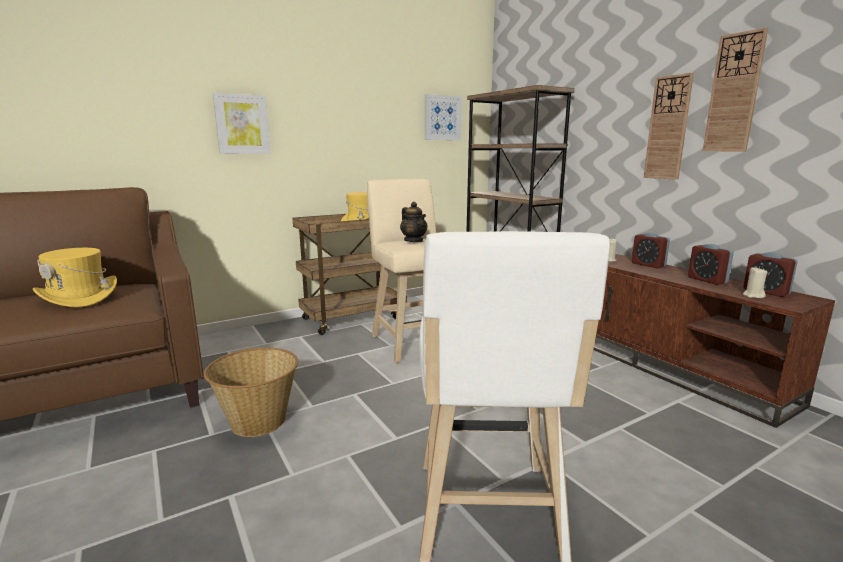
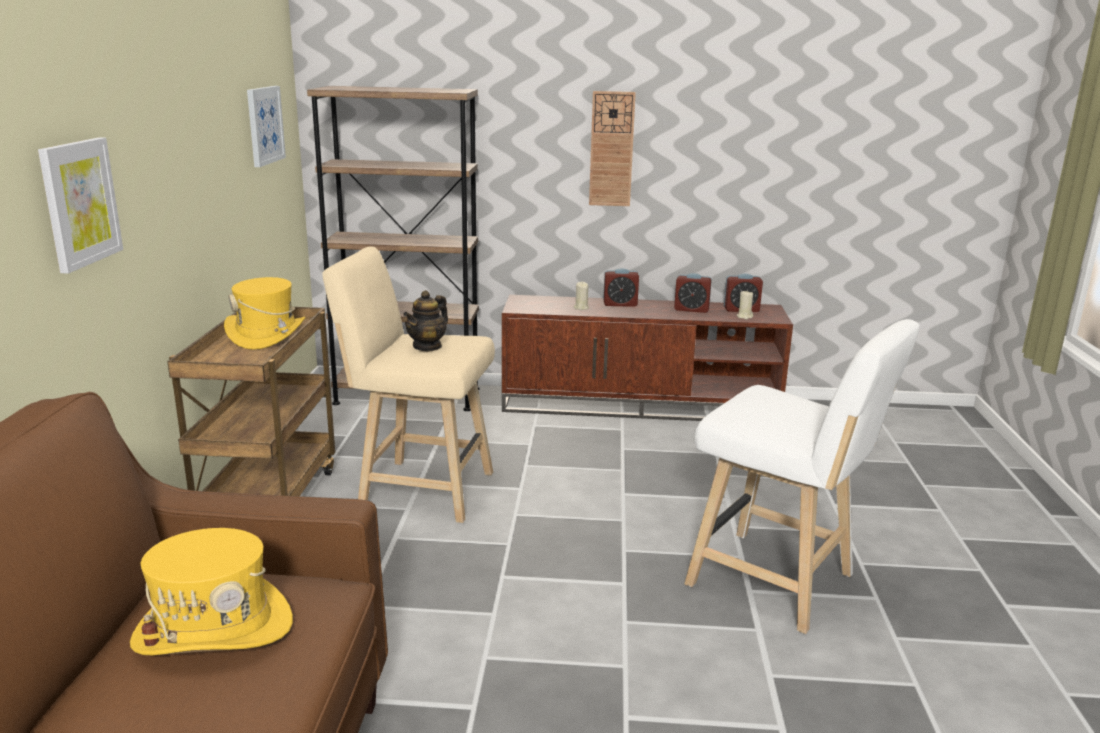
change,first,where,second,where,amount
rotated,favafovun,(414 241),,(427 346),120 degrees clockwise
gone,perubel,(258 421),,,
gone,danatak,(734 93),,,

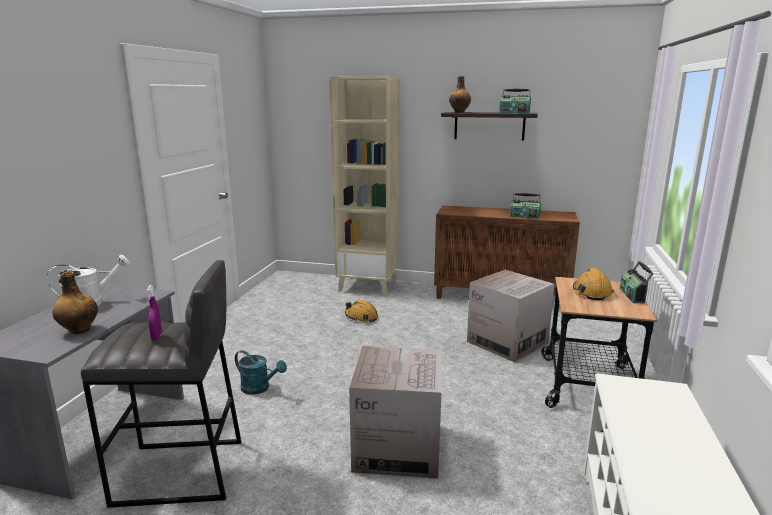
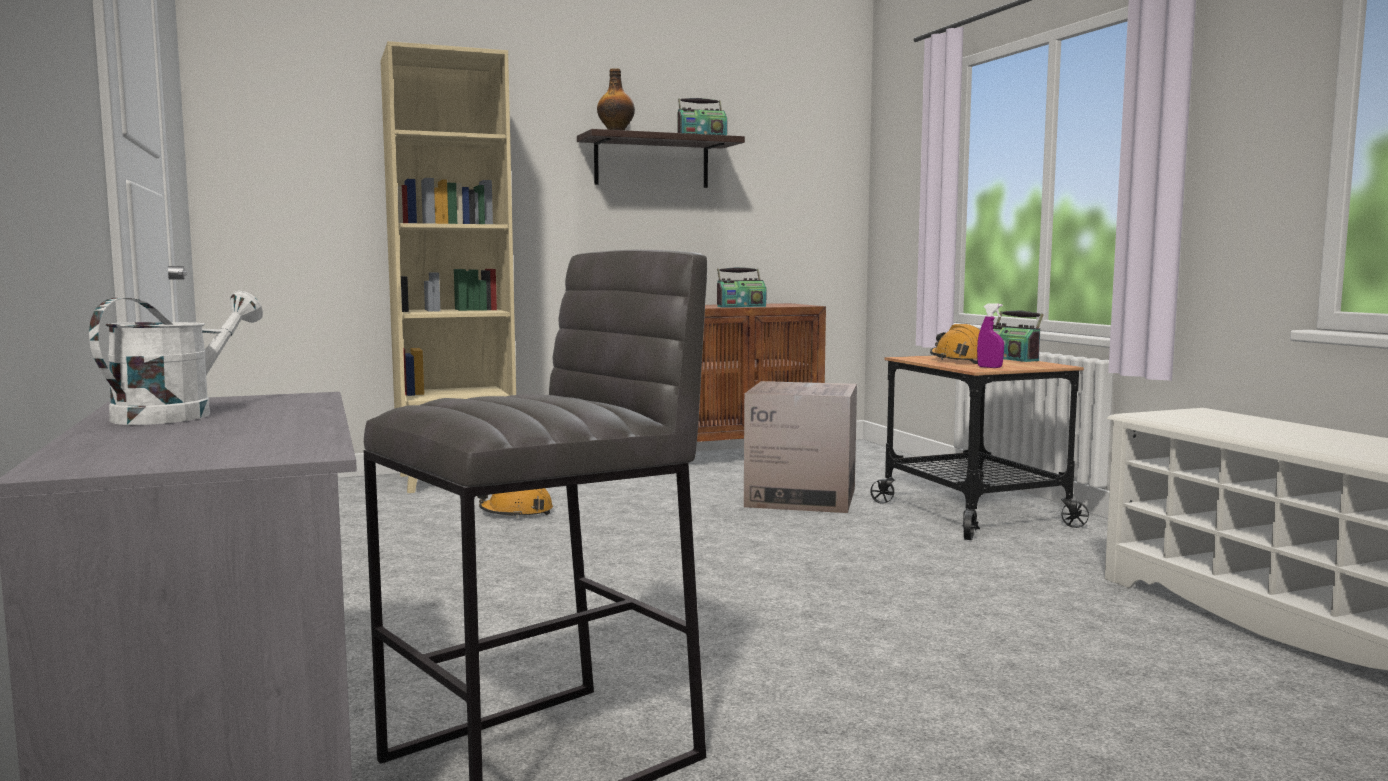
change,first,where,second,where,amount
shifted,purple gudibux,(156 336),,(989 367),
gone,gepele,(79 330),,,
gone,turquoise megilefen,(259 388),,,
gone,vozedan,(398 447),,,

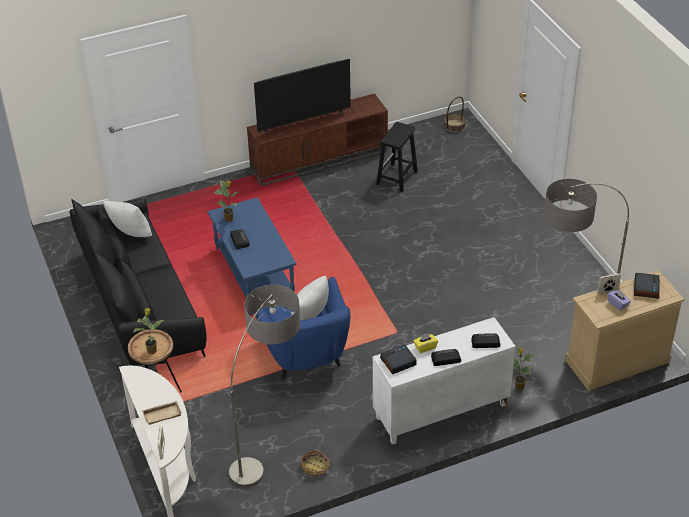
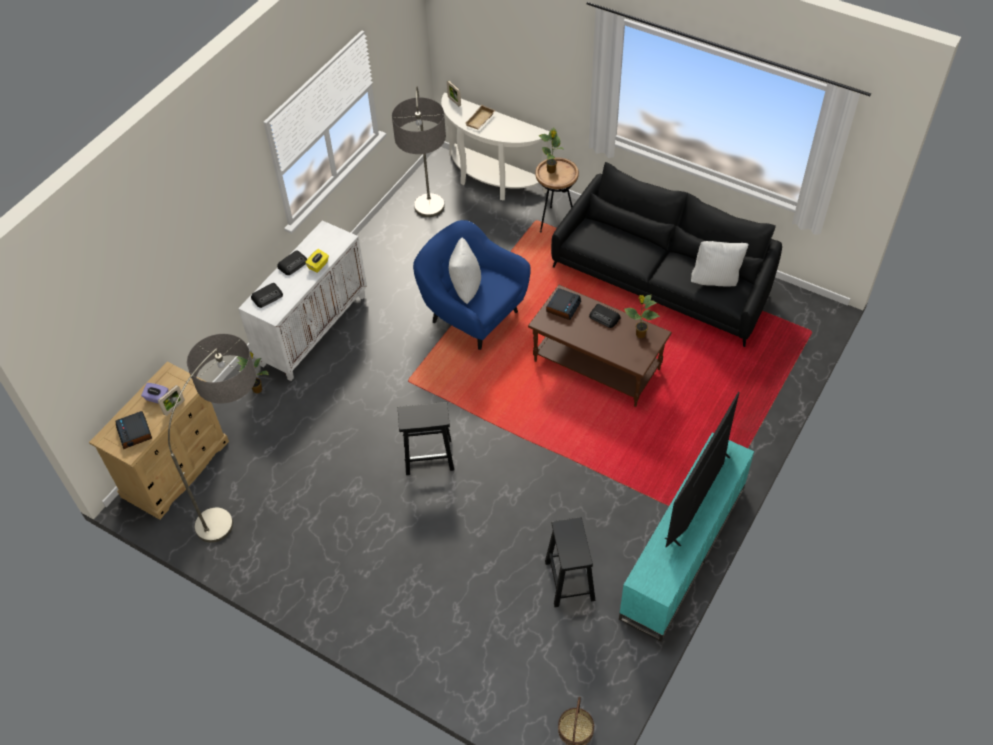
change,first,where,second,where,amount
new,,,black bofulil,(429 456),
repainted,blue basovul,(253 273),brown basovul,(597 364),
shifted,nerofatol,(398 362),,(563 306),
repainted,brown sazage,(319 159),turquoise sazage,(683 553),
gone,perubel,(315 467),,,

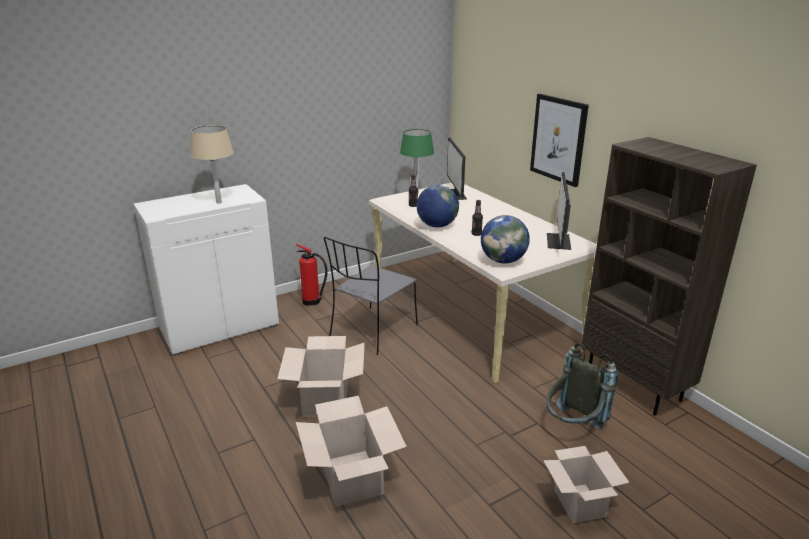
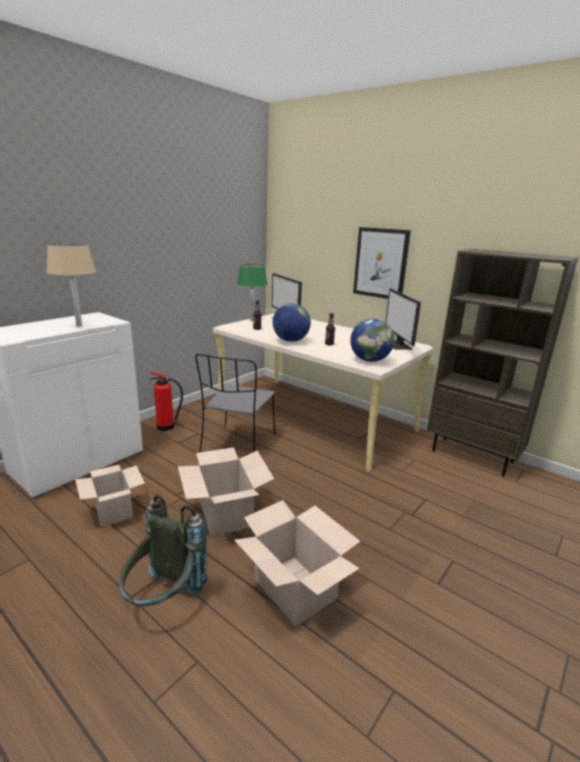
change,first,where,second,where,amount
shifted,vozedan,(581 504),,(115 512),
shifted,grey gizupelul,(572 427),,(163 600),

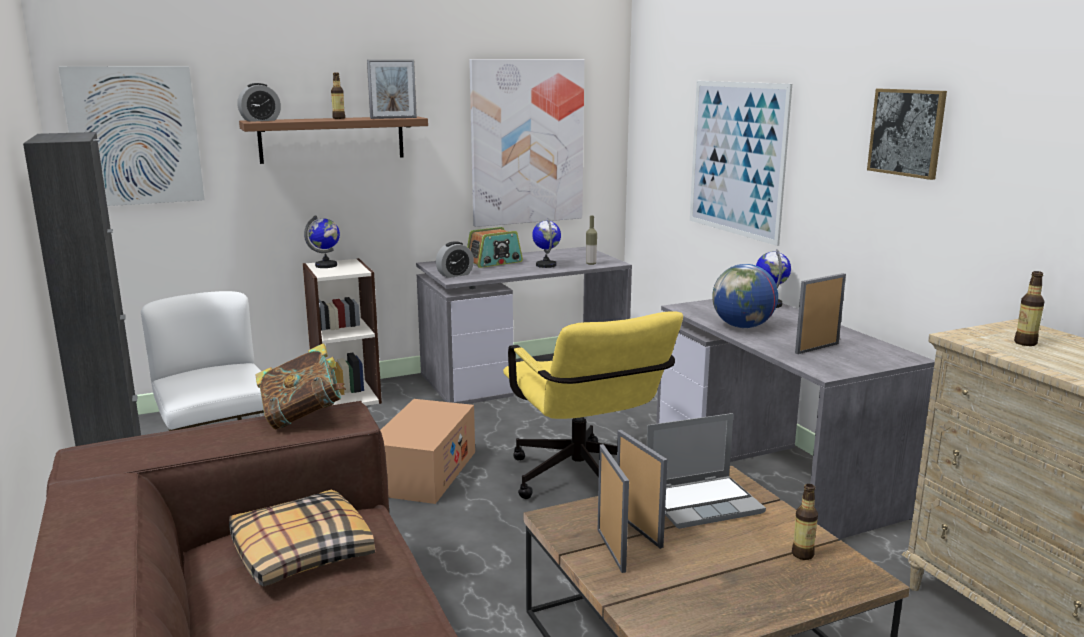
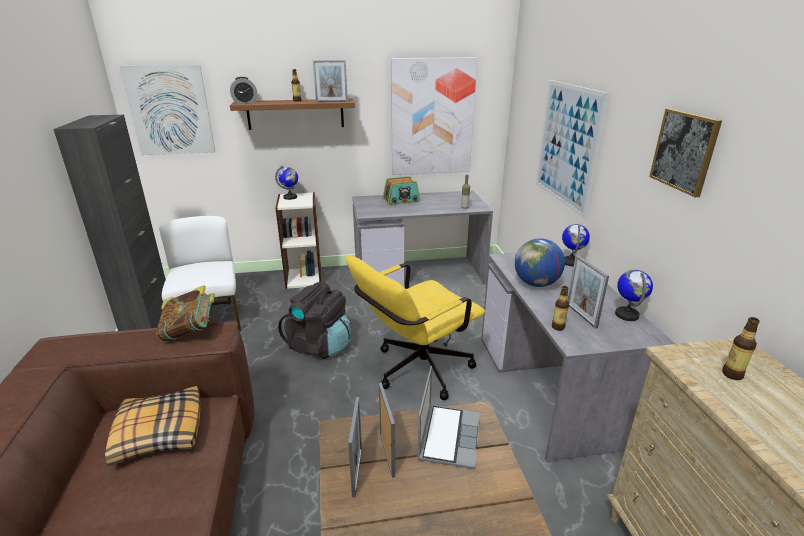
change,first,where,second,where,amount
swapped,vozedan,(424 472),black gizupelul,(319 346),
rotated,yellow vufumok,(584 482),,(415 371),60 degrees clockwise
rotated,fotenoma,(703 503),,(448 436),75 degrees counterclockwise
shifted,gepele,(802 554),,(558 327),
rotated,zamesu,(817 348),,(581 315),90 degrees counterclockwise
shifted,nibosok,(546 265),,(627 315),
gone,nerofatol,(455 275),,,

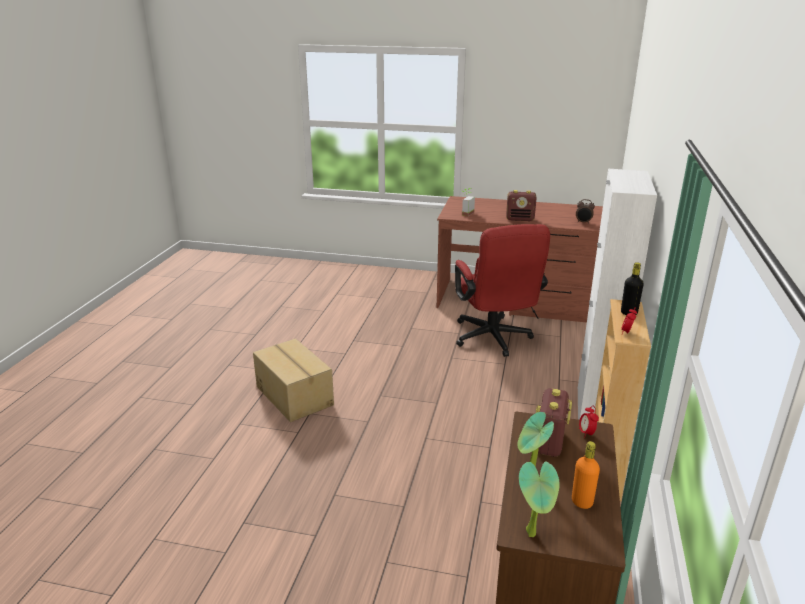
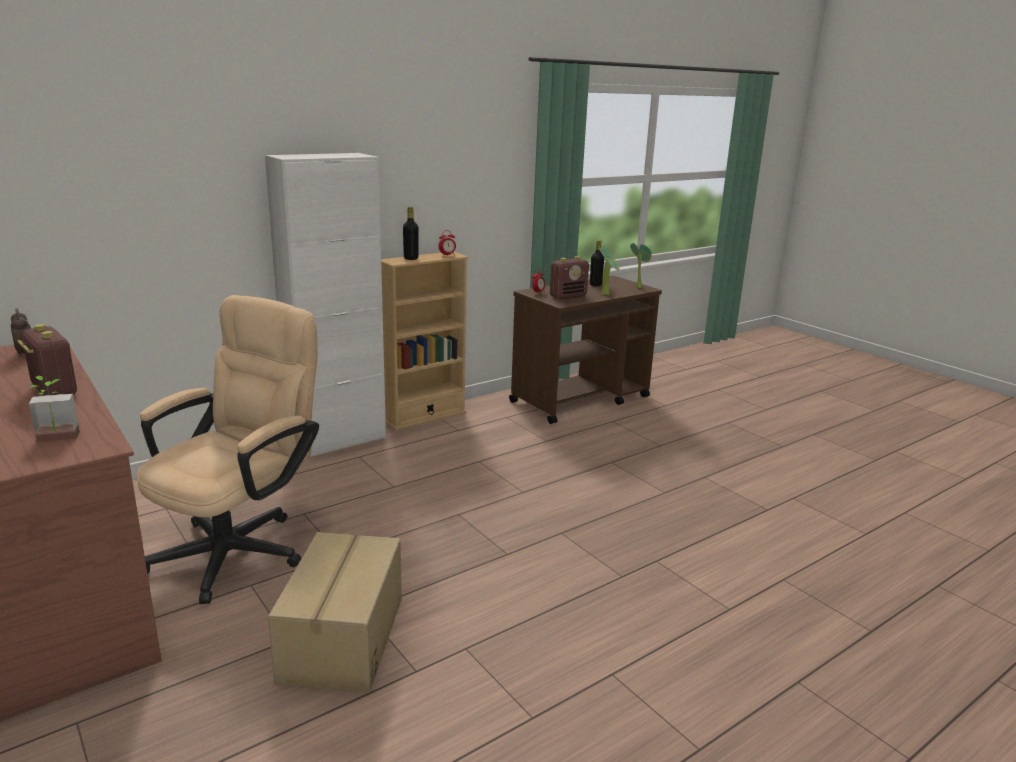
change,first,where,second,where,amount
repainted,red vufumok,(494 340),beige vufumok,(240 547),
shifted,vozedan,(295 395),,(341 639),
repainted,orange gepele,(582 502),black gepele,(595 285),

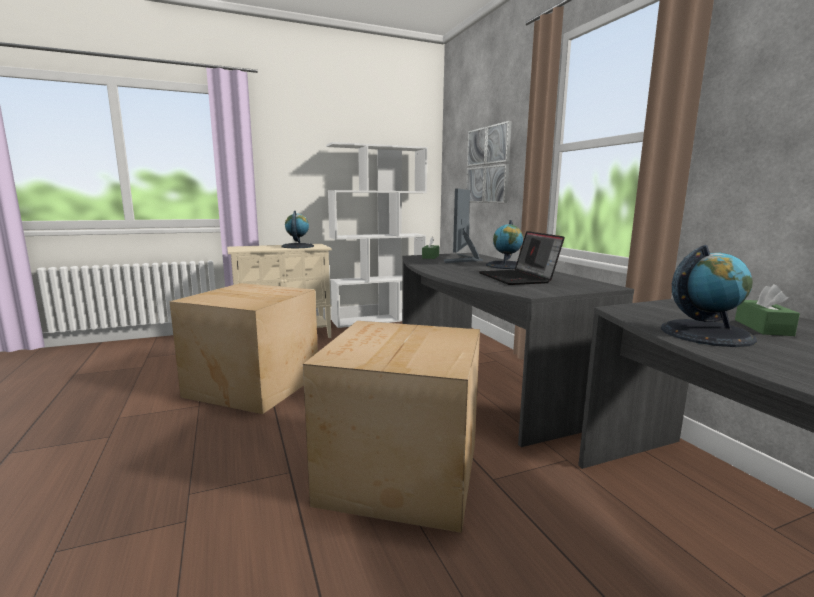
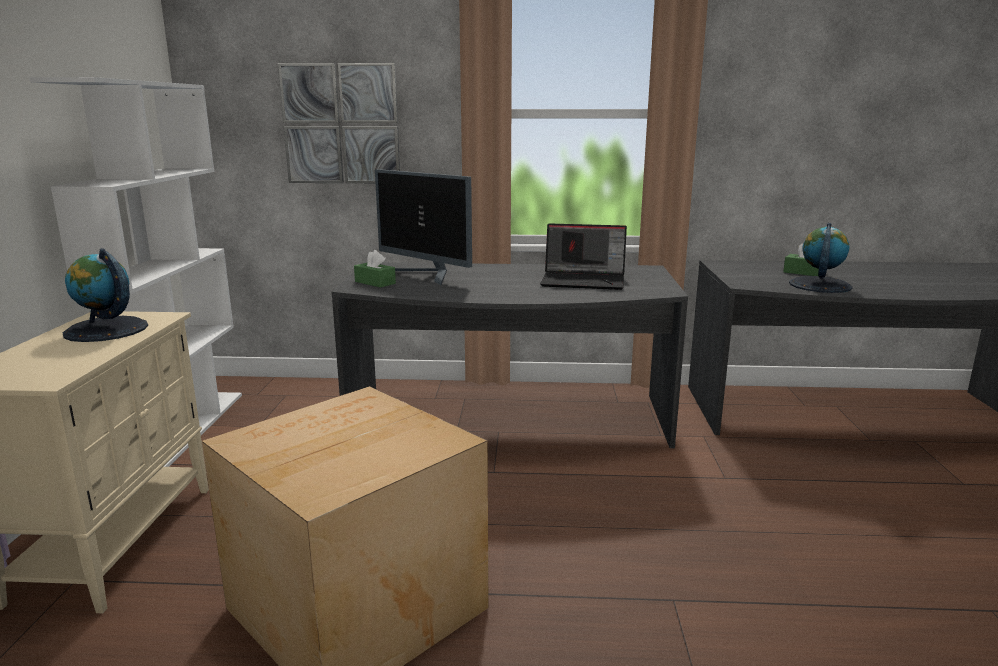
change,first,where,second,where,amount
gone,vozedan,(398 473),,,
gone,nibosok,(506 265),,,

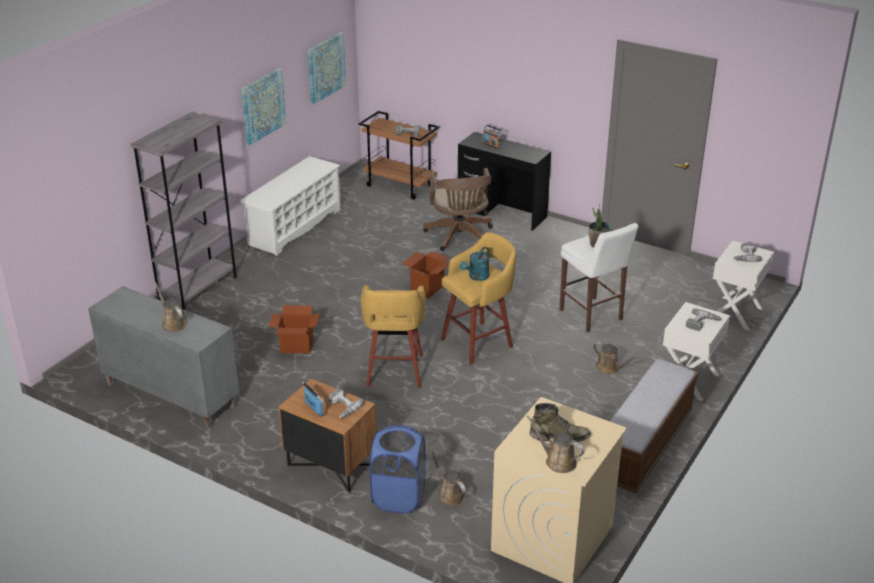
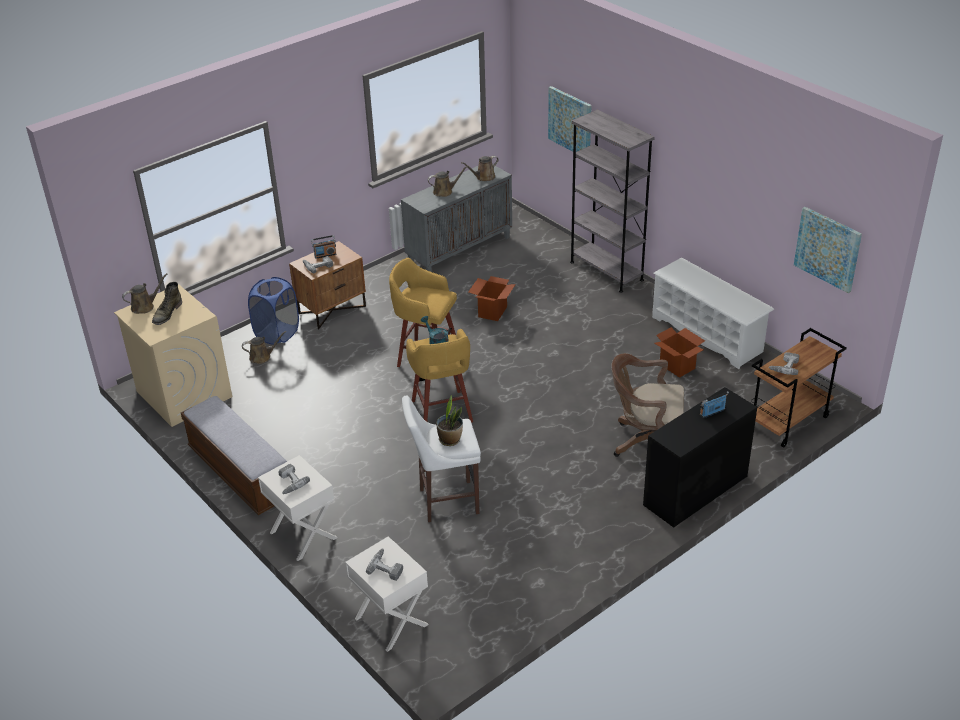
change,first,where,second,where,amount
shifted,brown megilefen,(609 368),,(483 177),
shifted,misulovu,(262 106),,(570 121),
shifted,vozedan,(427 288),,(677 366),

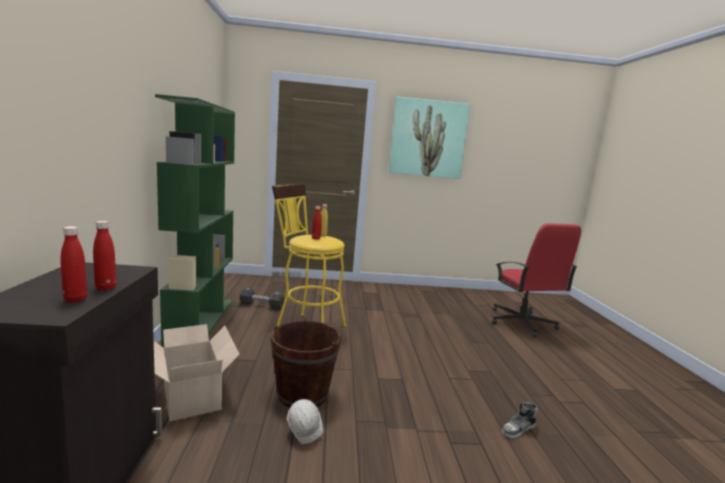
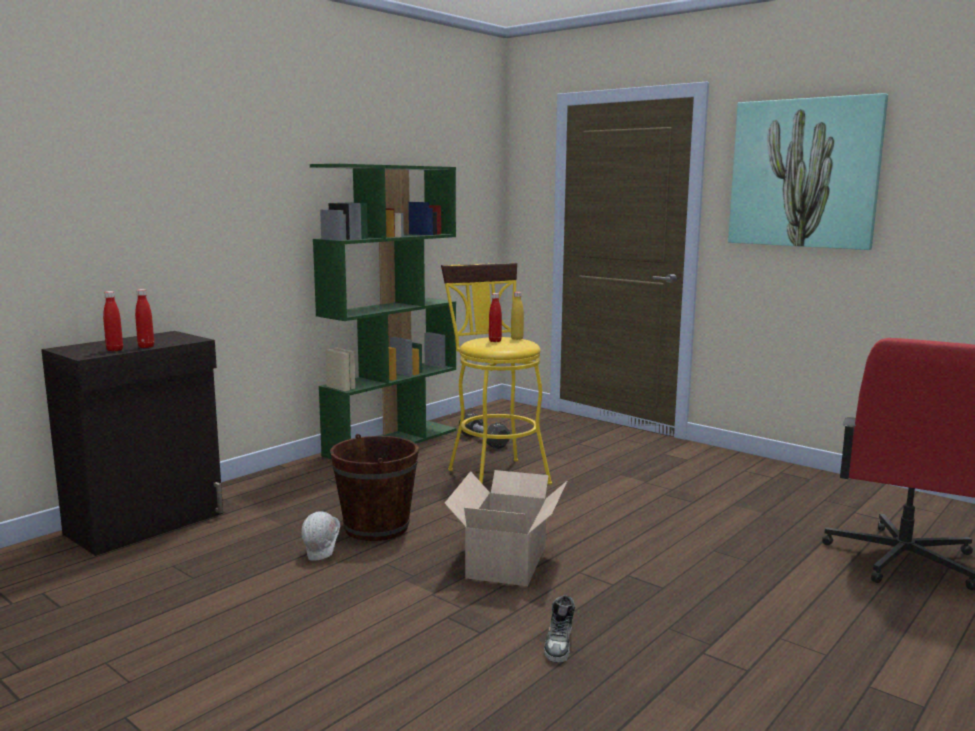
change,first,where,second,where,amount
shifted,vozedan,(192 394),,(508 560),
rotated,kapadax,(518 429),,(559 644),90 degrees counterclockwise

